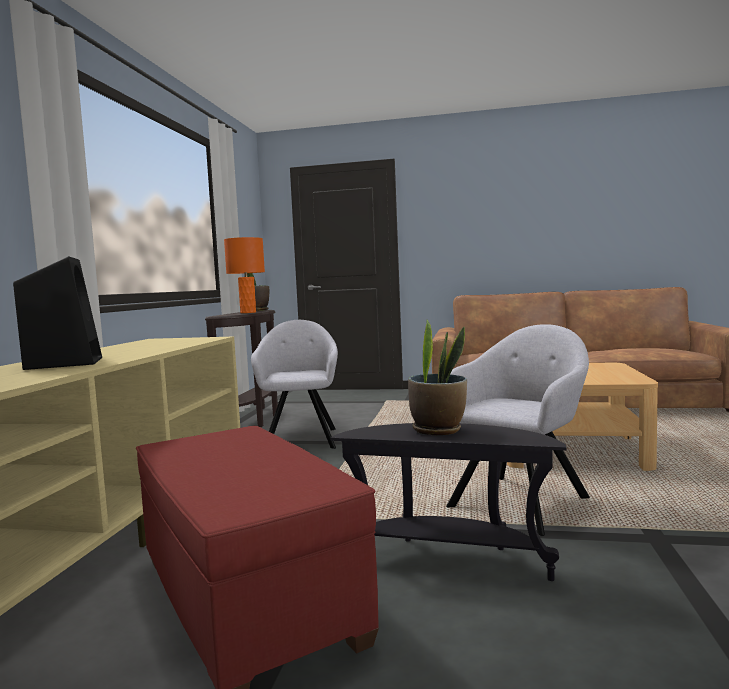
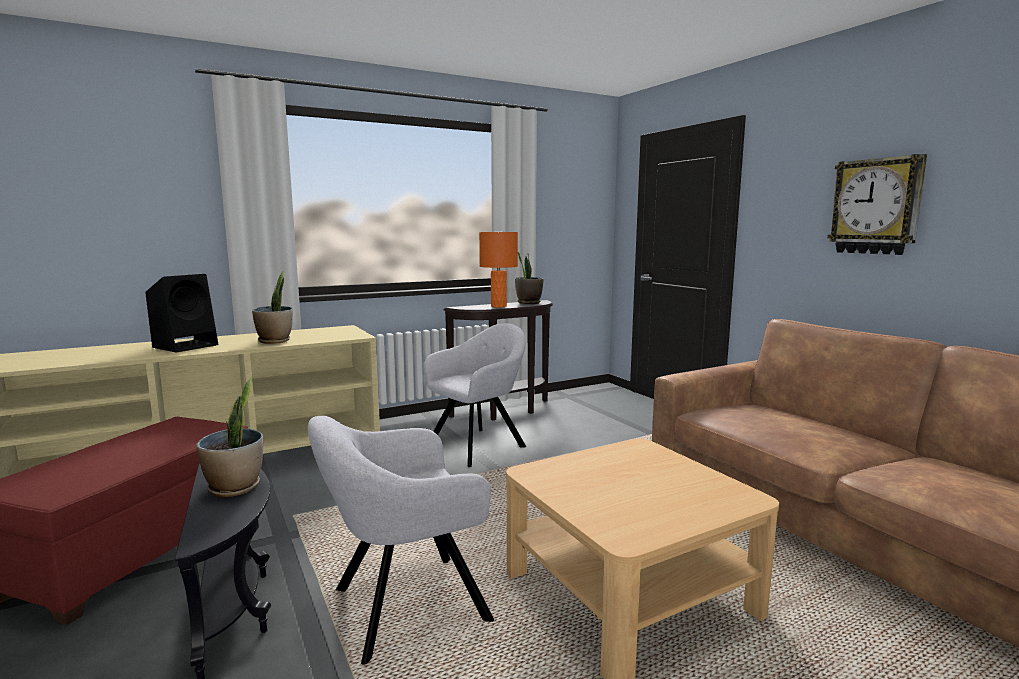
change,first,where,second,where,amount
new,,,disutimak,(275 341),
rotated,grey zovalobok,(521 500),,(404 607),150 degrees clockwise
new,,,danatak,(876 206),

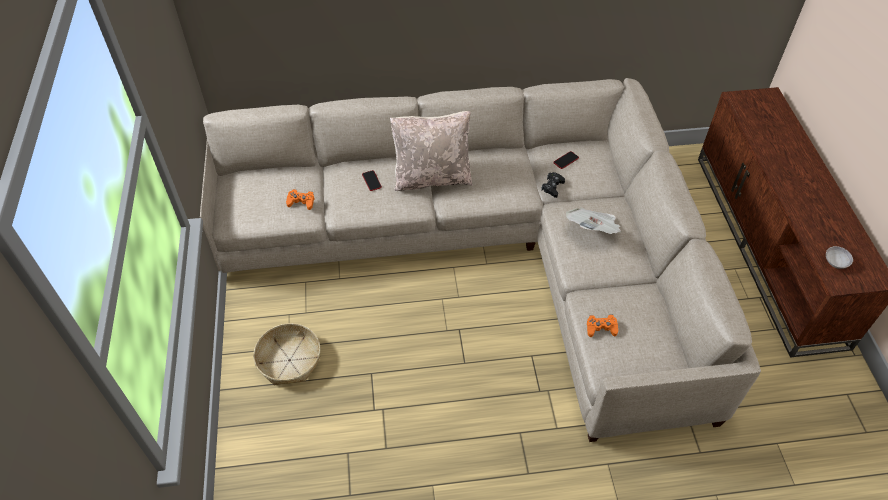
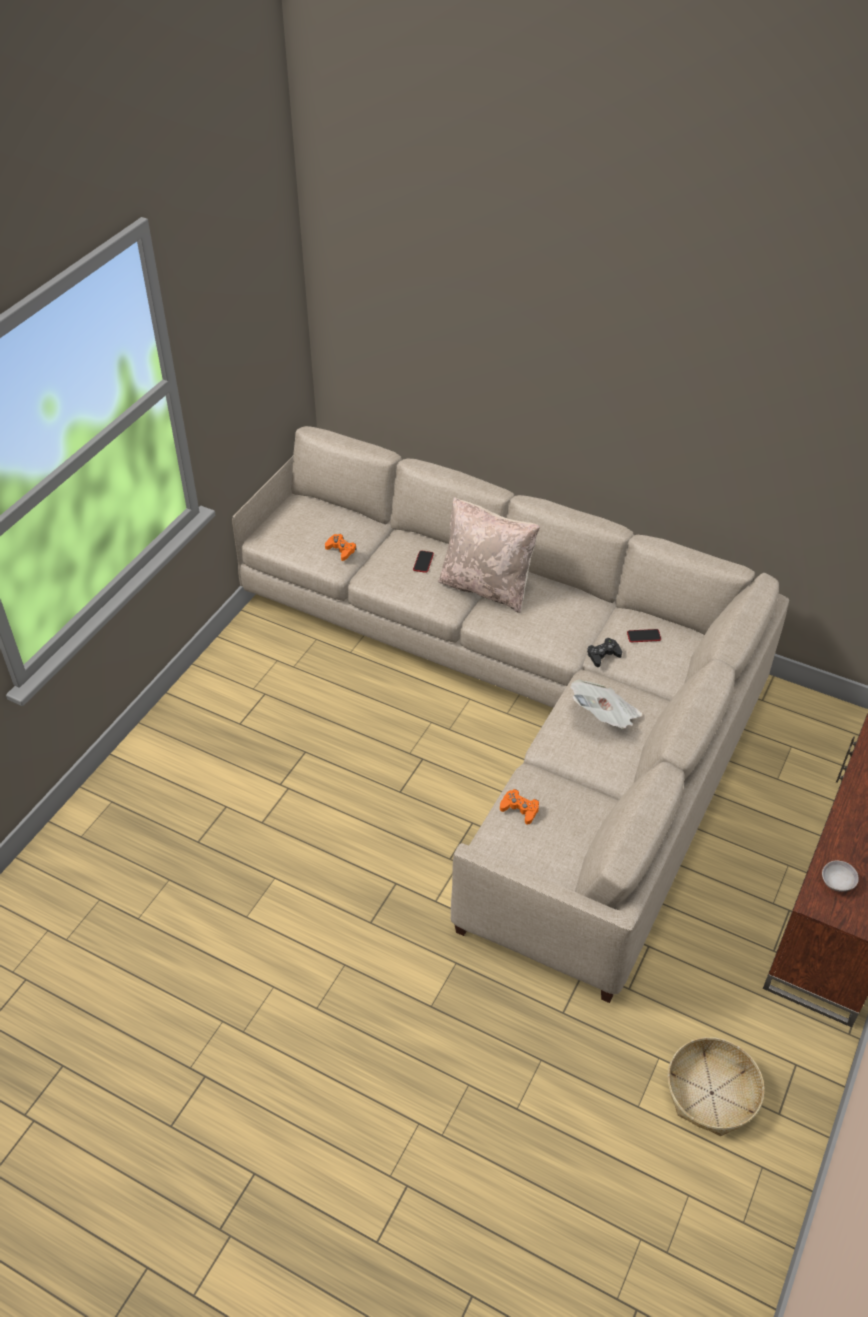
change,first,where,second,where,amount
shifted,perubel,(290 360),,(712 1093),

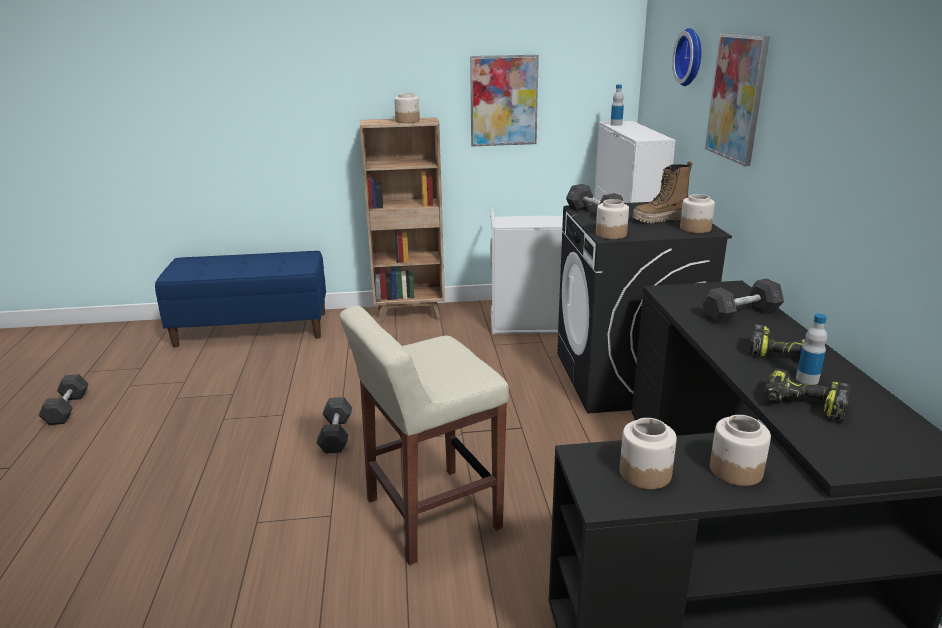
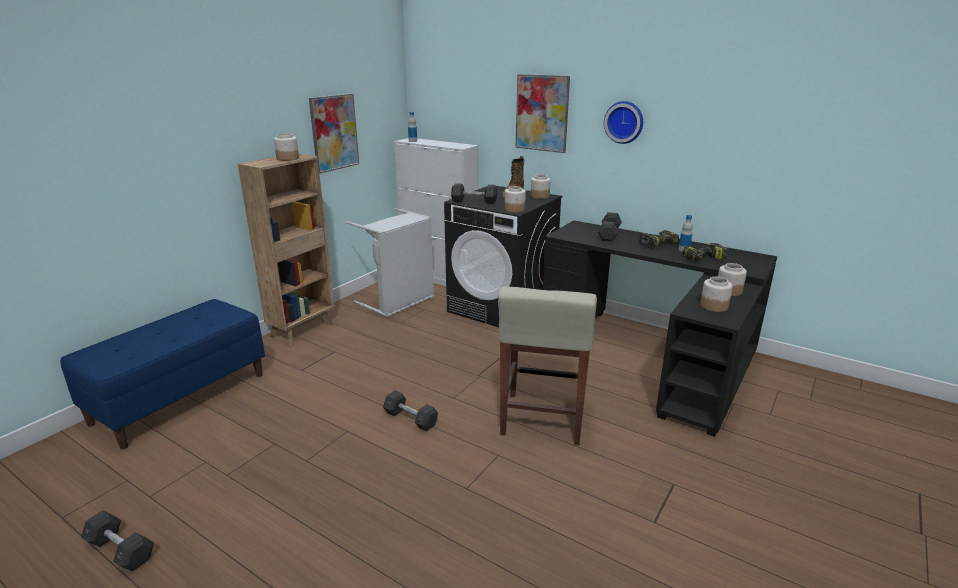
change,first,where,second,where,amount
shifted,danatak,(691 57),,(624 122),

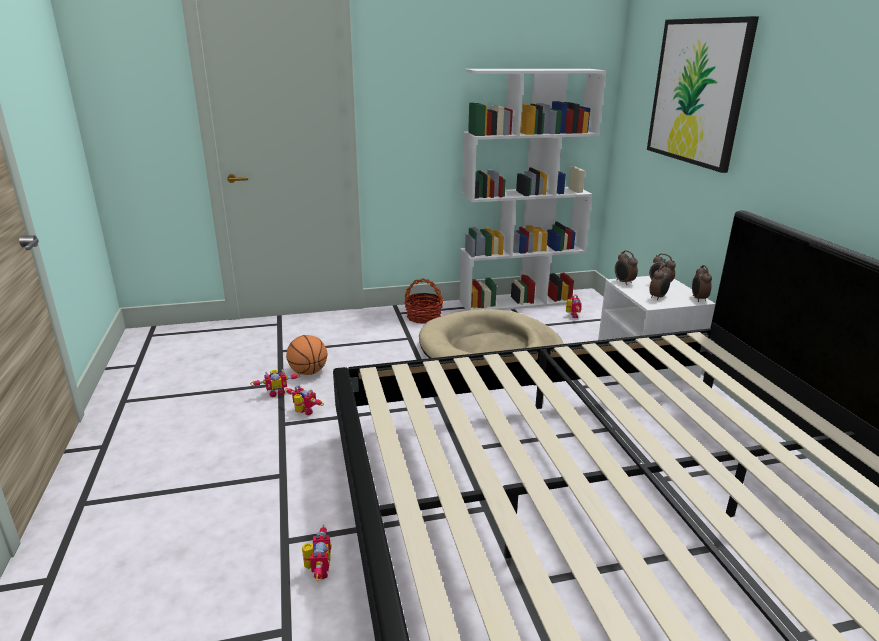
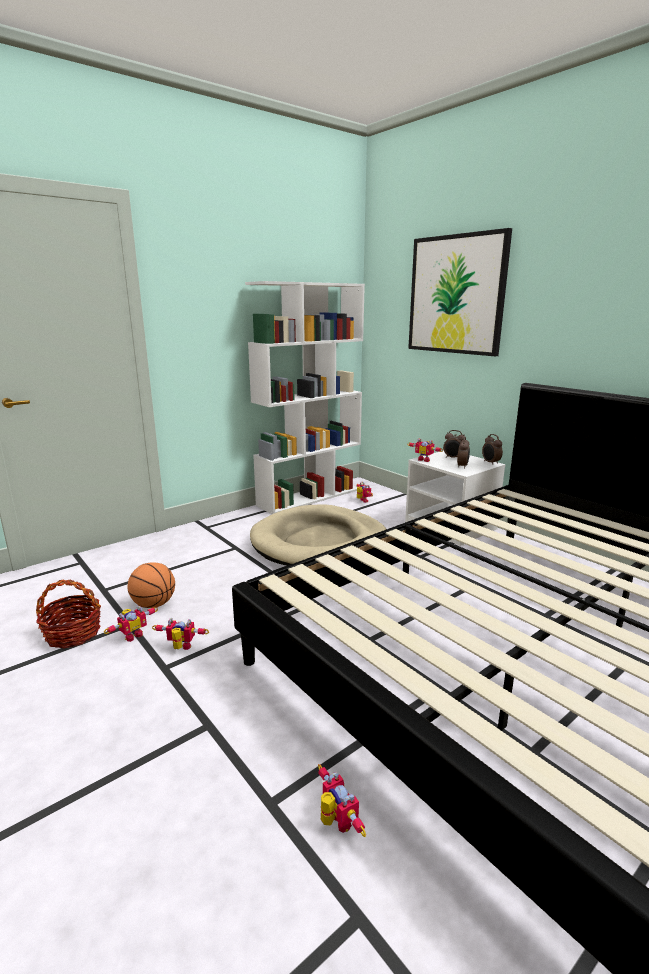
change,first,where,second,where,amount
shifted,perubel,(423 317),,(73 634),
swapped,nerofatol,(623 282),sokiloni,(425 459),

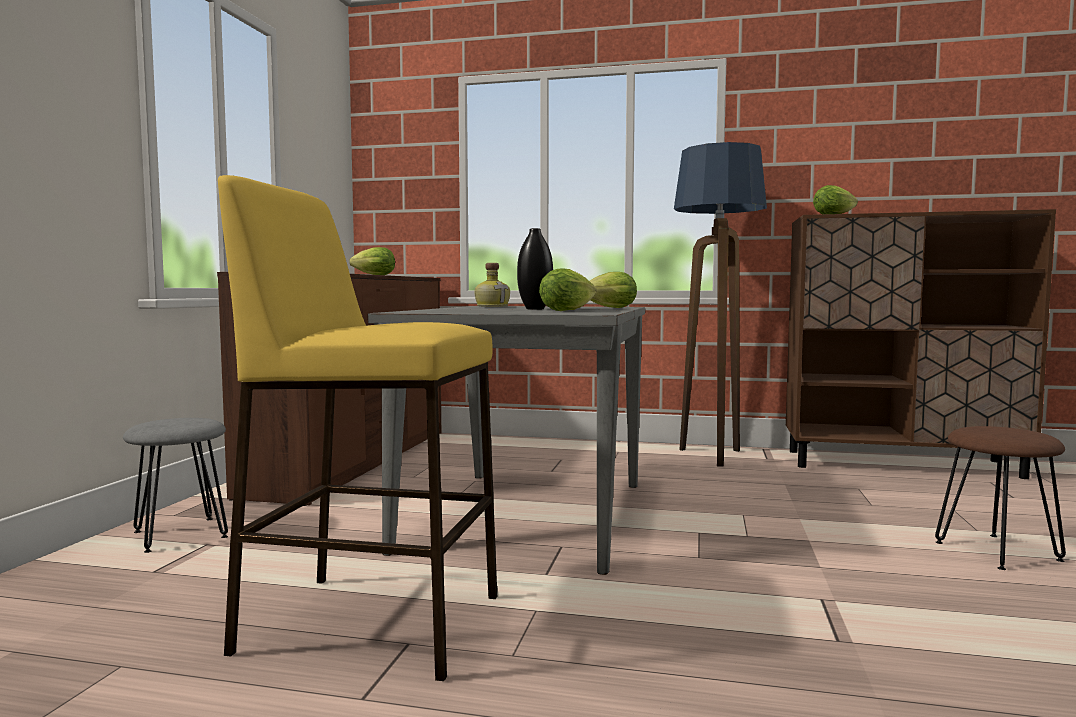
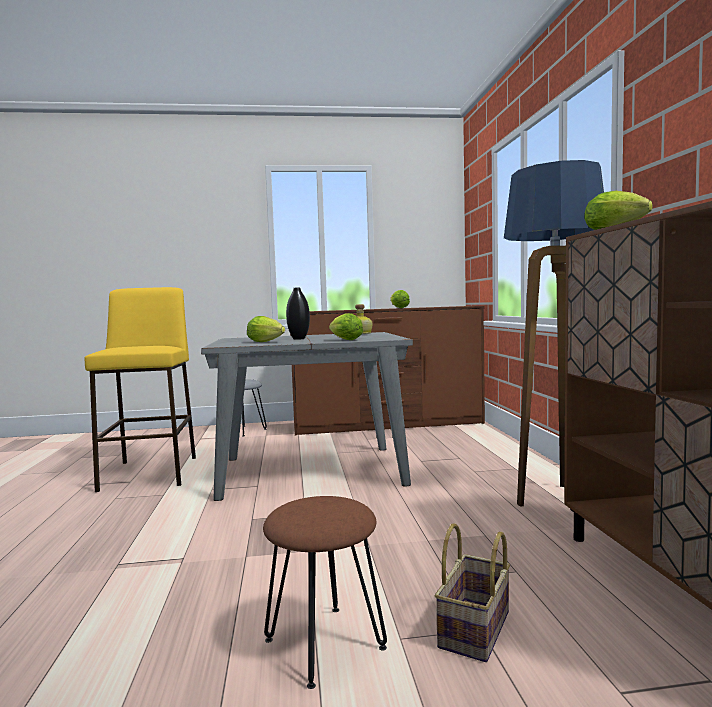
change,first,where,second,where,amount
new,,,perubel,(476 631),

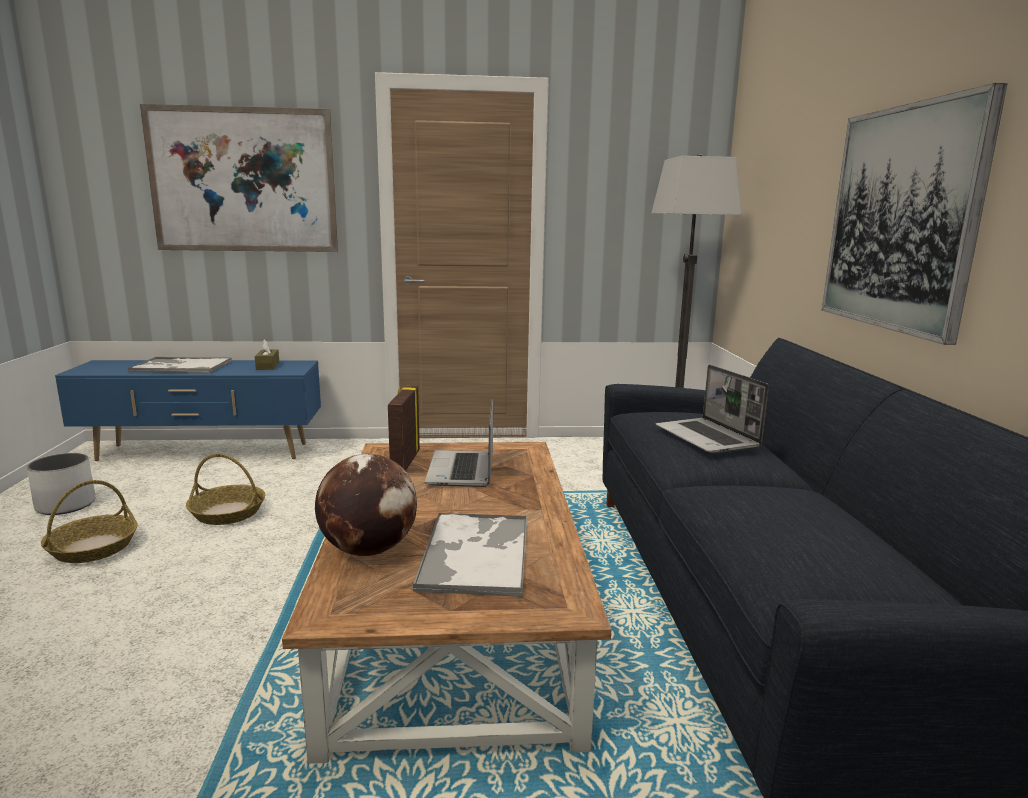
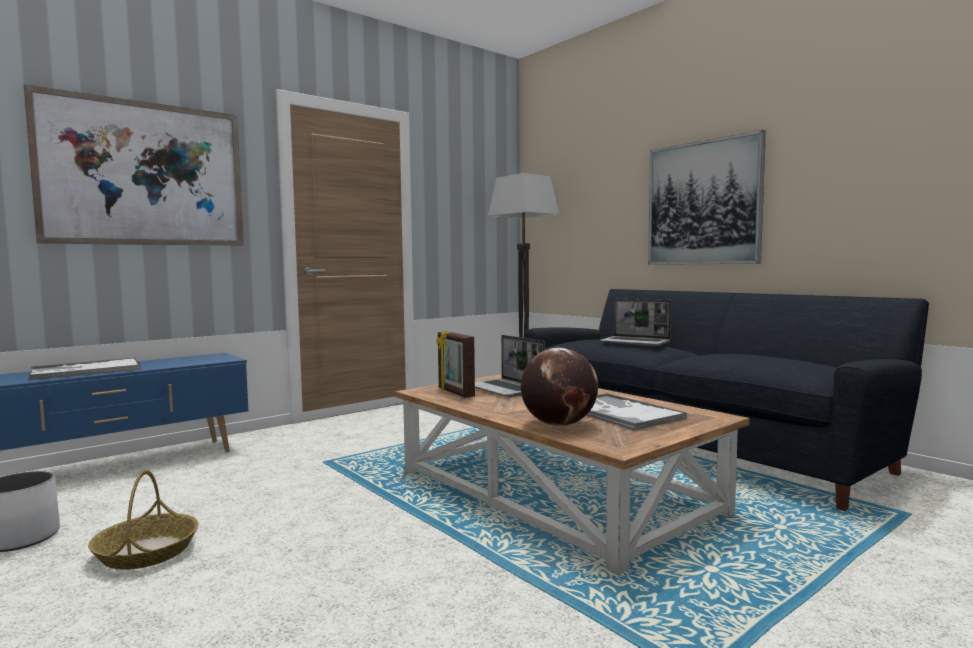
change,first,where,second,where,amount
gone,perubel,(227 513),,,
gone,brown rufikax,(267 366),,,

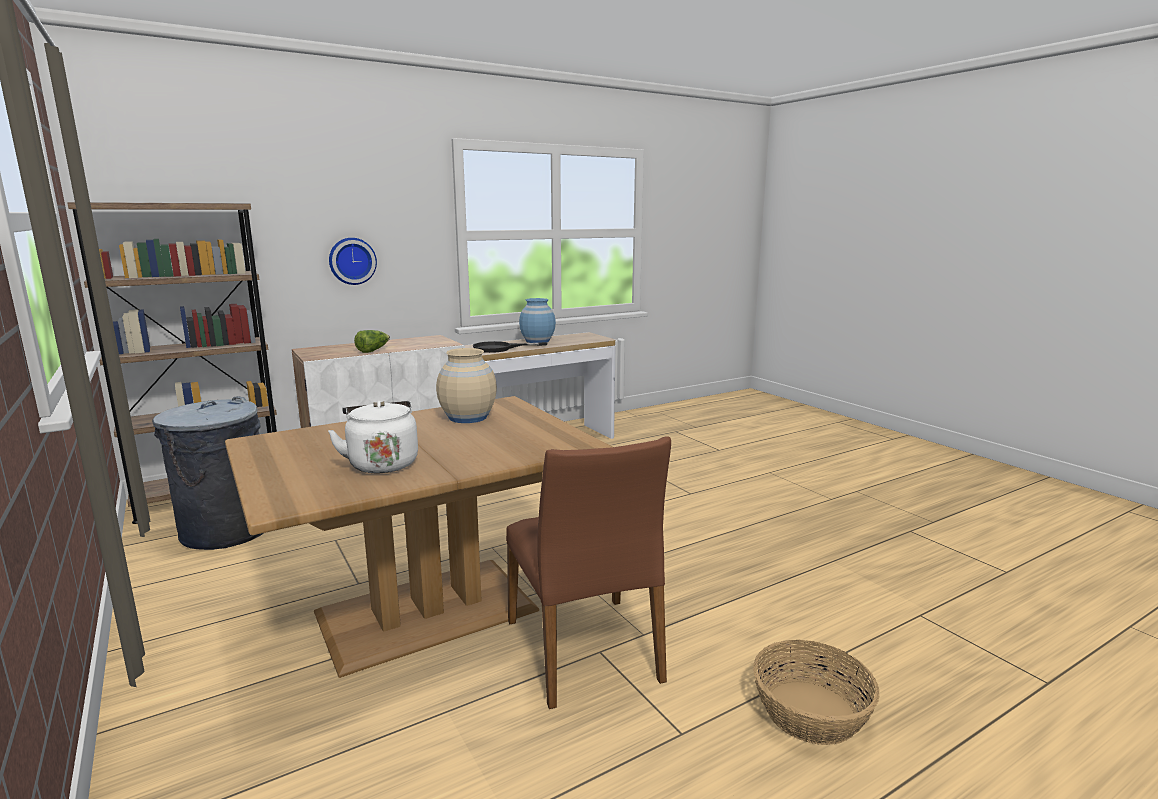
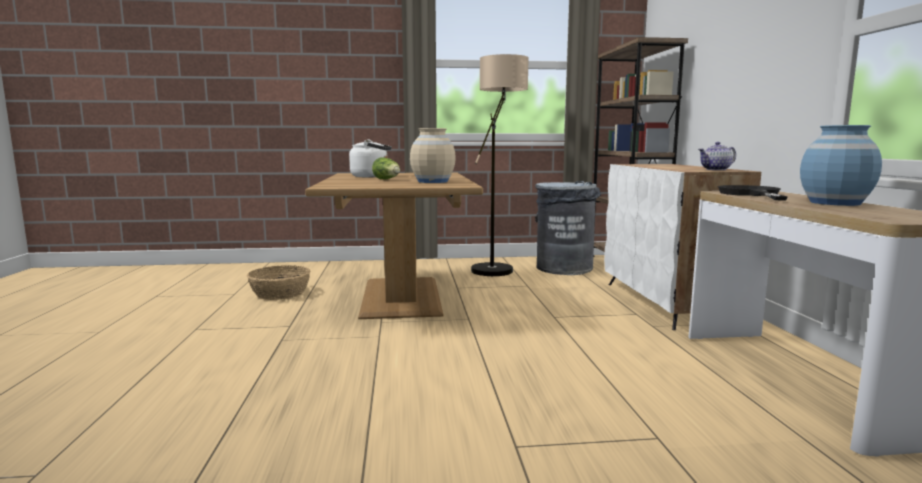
change,first,where,second,where,amount
shifted,perubel,(810 711),,(280 293),
shifted,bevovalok,(373 350),,(387 179),
new,,,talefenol,(497 267),
new,,,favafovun,(716 169),
gone,danatak,(352 261),,,
gone,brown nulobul,(585 650),,,

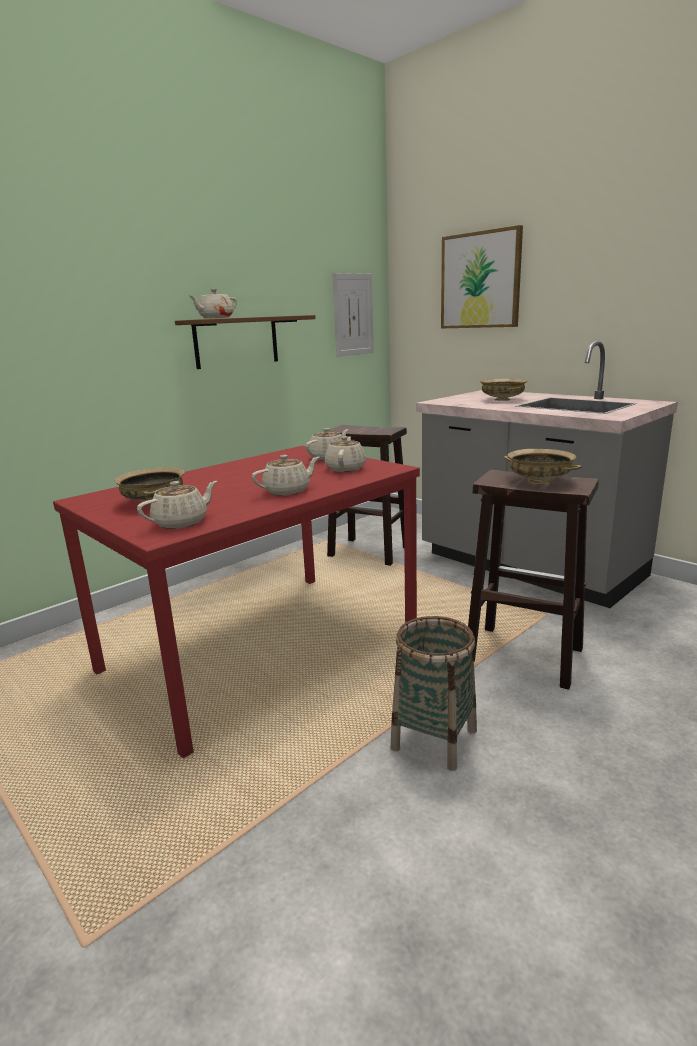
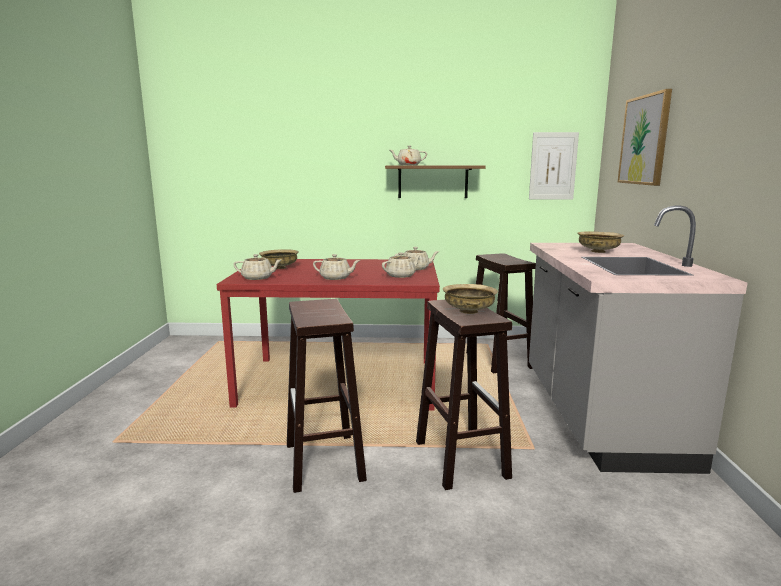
change,first,where,second,where,amount
swapped,perubel,(434 739),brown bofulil,(324 462),

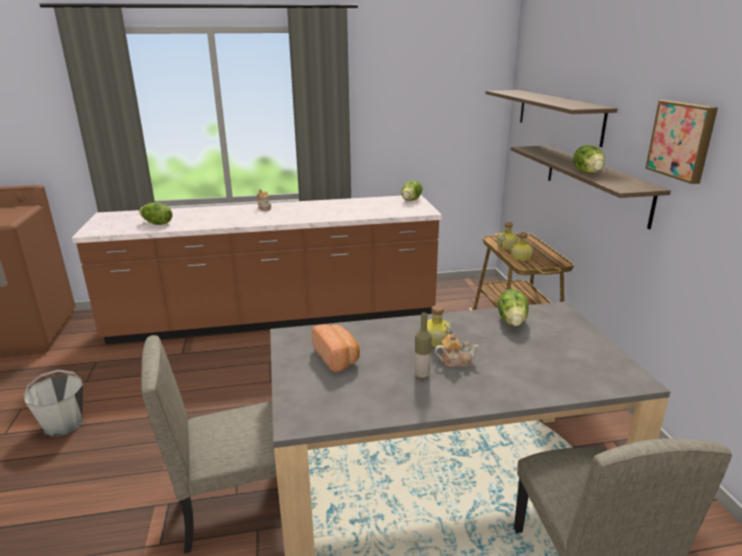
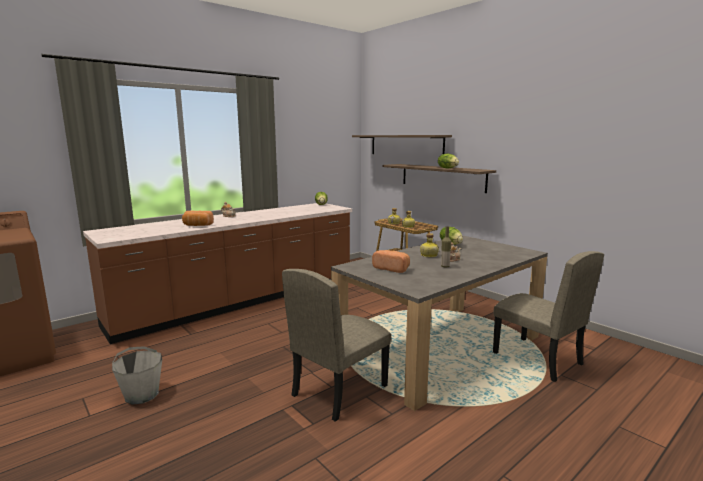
change,first,where,second,where,amount
new,,,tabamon,(197 225),
gone,bevovalok,(157 223),,,
gone,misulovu,(682 140),,,

